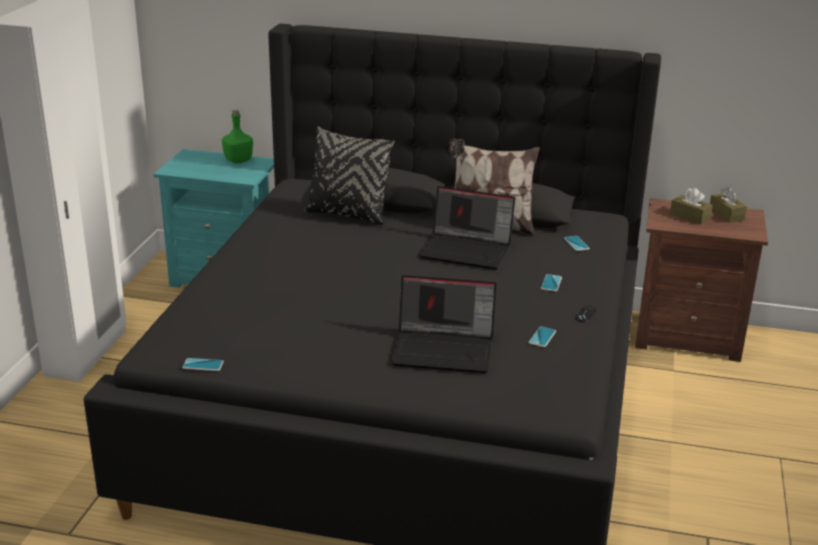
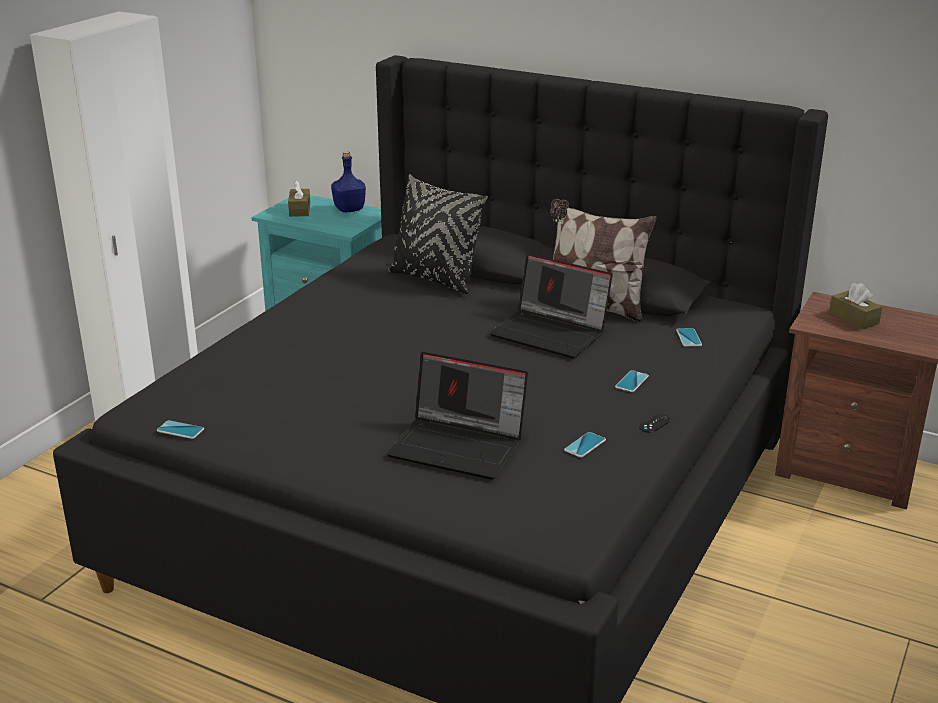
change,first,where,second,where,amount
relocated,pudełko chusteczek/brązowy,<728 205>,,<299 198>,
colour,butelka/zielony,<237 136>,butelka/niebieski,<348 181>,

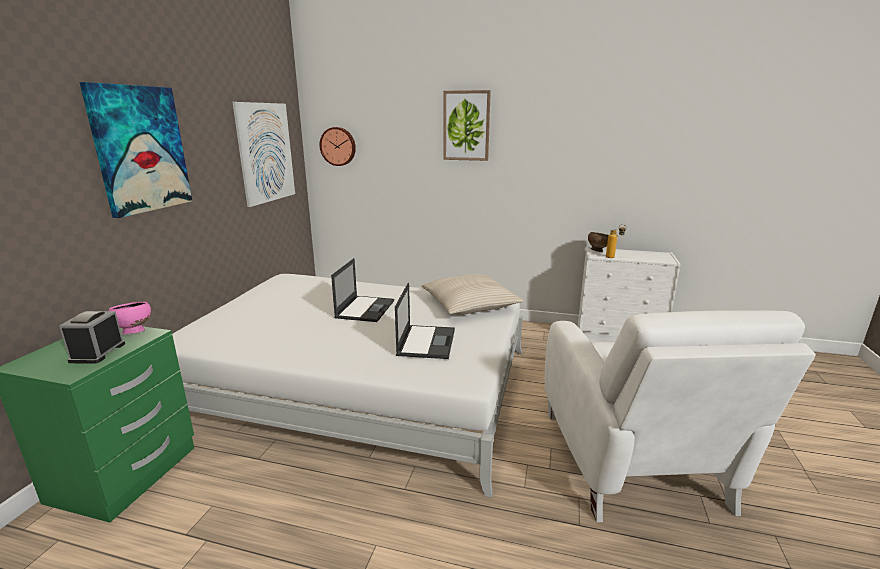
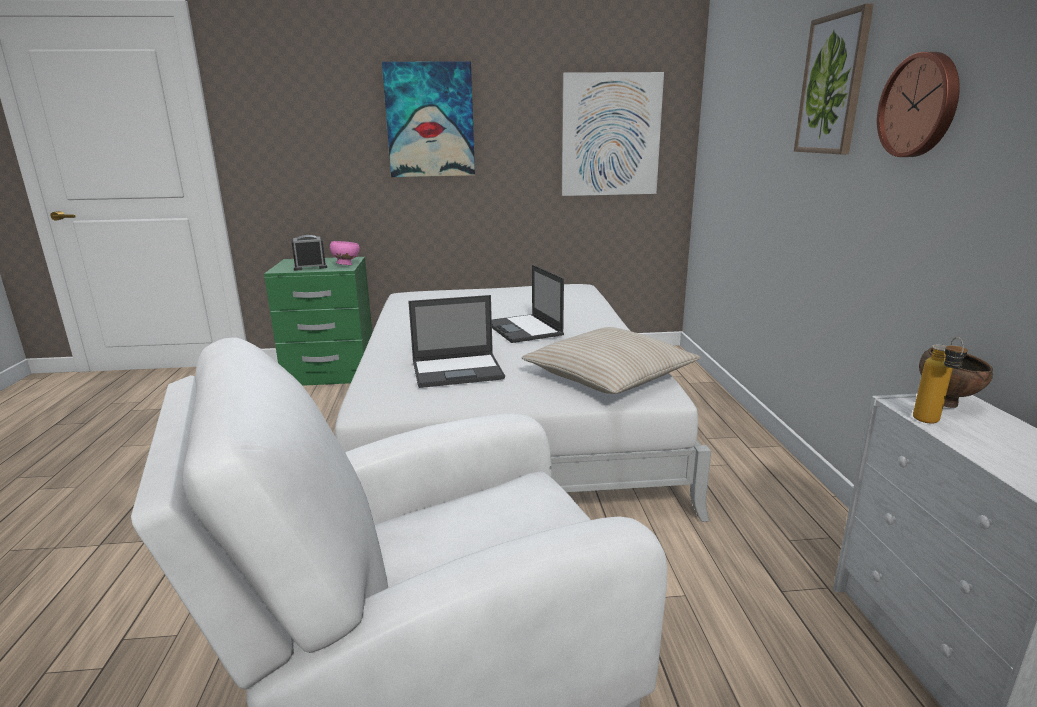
change,first,where,second,where,amount
spun,laptop,<362 290>,,<528 304>,75 degrees clockwise
relocated,zegar ścienny,<338 146>,,<918 104>,

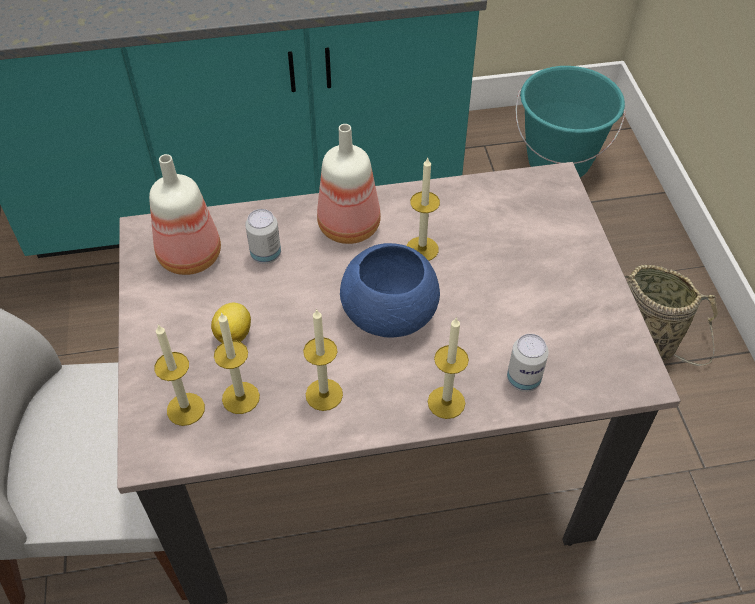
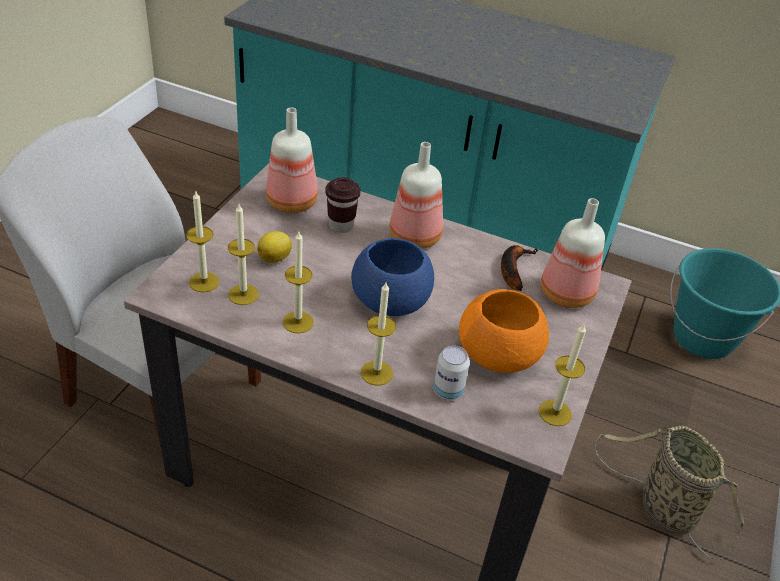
change,first,where,second,where,amount
exchanged,puszka,<263 236>,filiżanka/brązowy,<343 205>,
appeared,,,miska/pomarańczowy,<504 331>,
appeared,,,banan,<519 268>,
relocated,świeca,<423 209>,,<562 374>,
appeared,,,butelka,<573 253>,

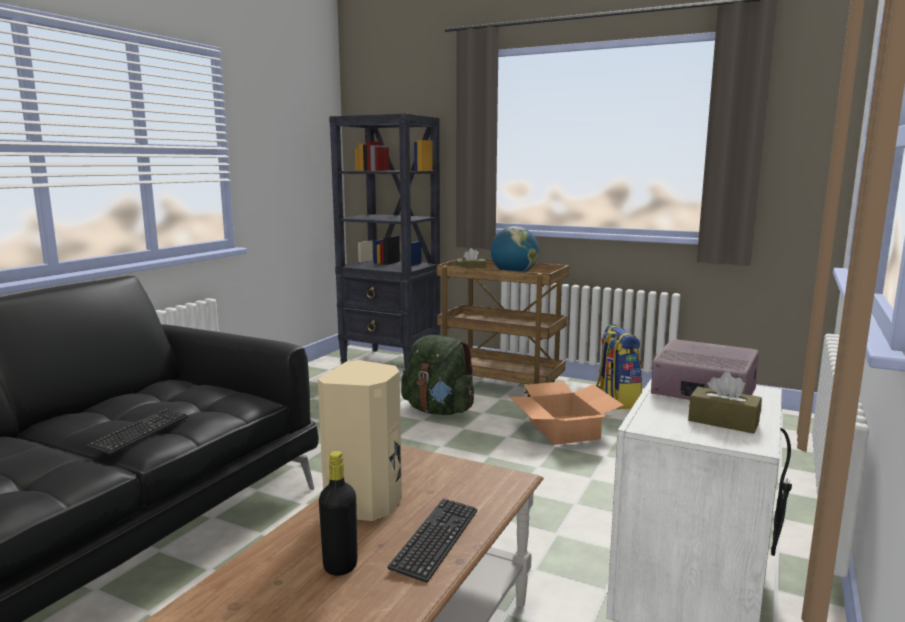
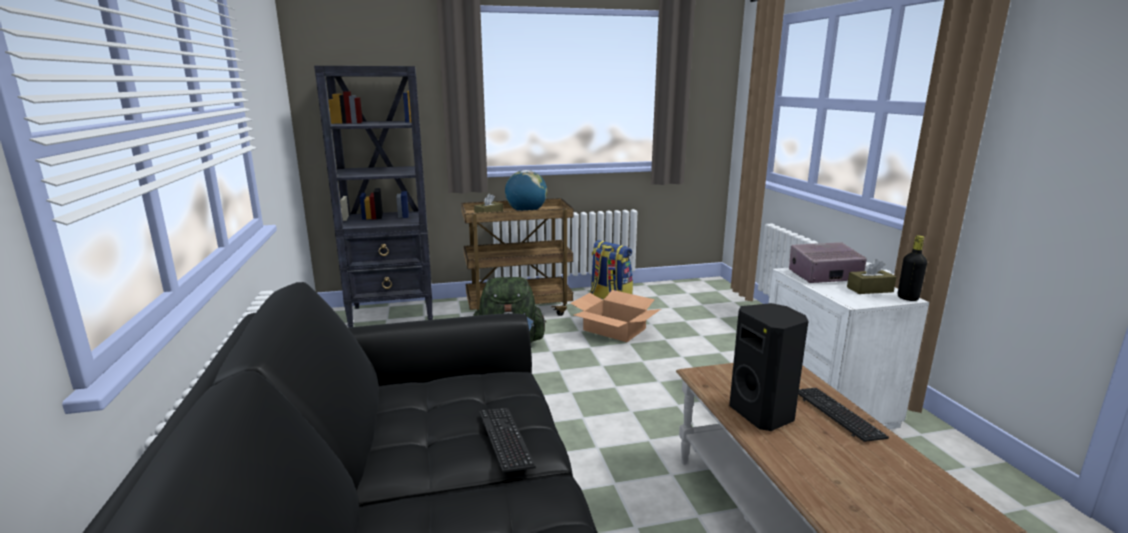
change,first,where,second,where,amount
colour,głośnik/beżowy,<360 440>,głośnik/czarny,<768 367>,
relocated,butelka/czarny,<338 513>,,<912 268>,

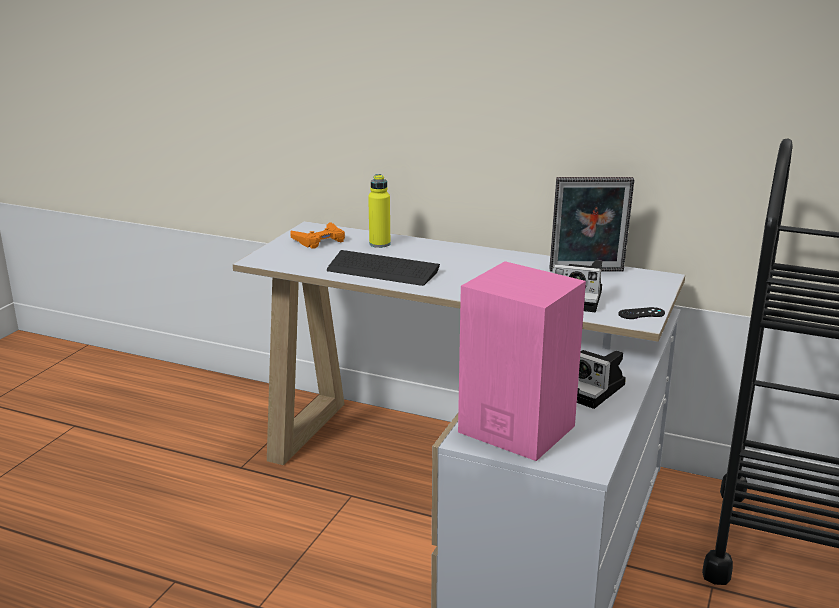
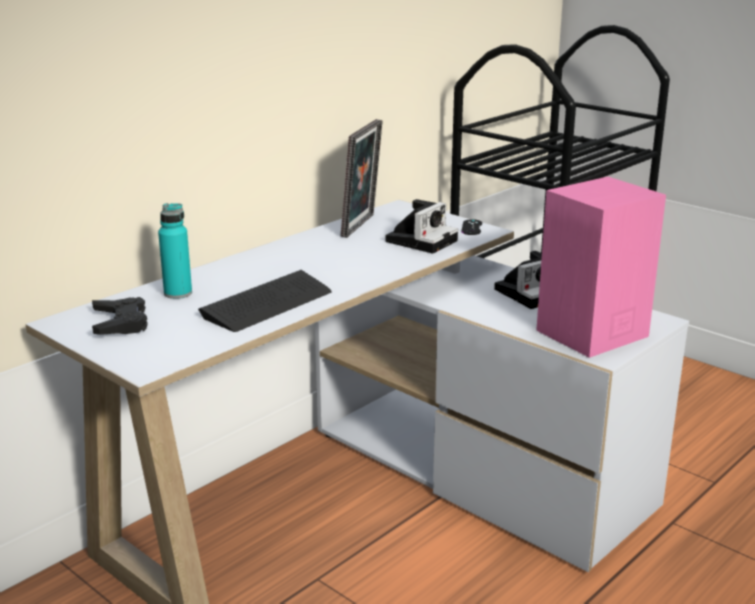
change,first,where,second,where,amount
colour,pad do gier/pomarańczowy,<317 235>,pad do gier/czarny,<120 316>,
colour,butelka/żółty,<379 211>,butelka/turkusowy,<175 251>,

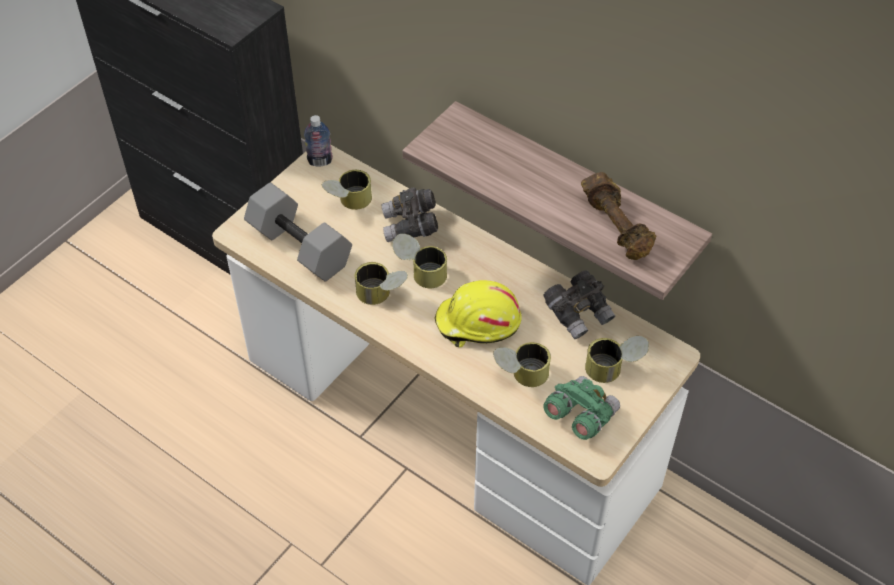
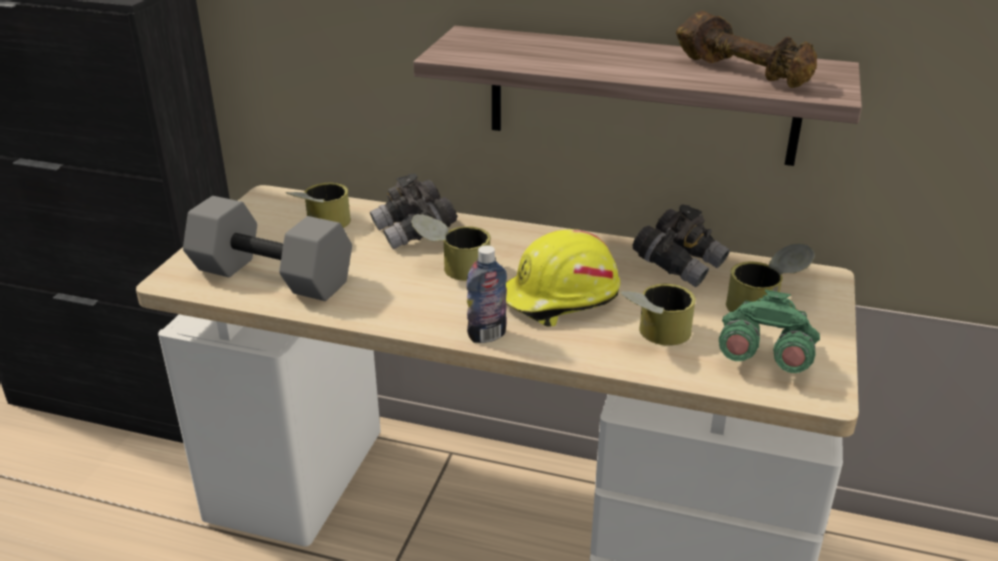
change,first,where,second,where,amount
relocated,butelka,<318 141>,,<486 294>,
missing,puszka,<381 283>,,,

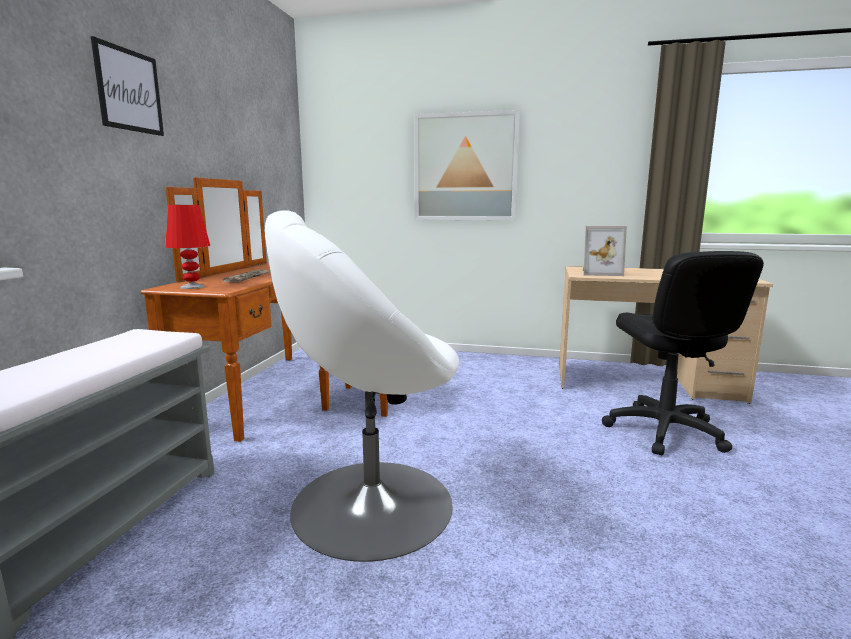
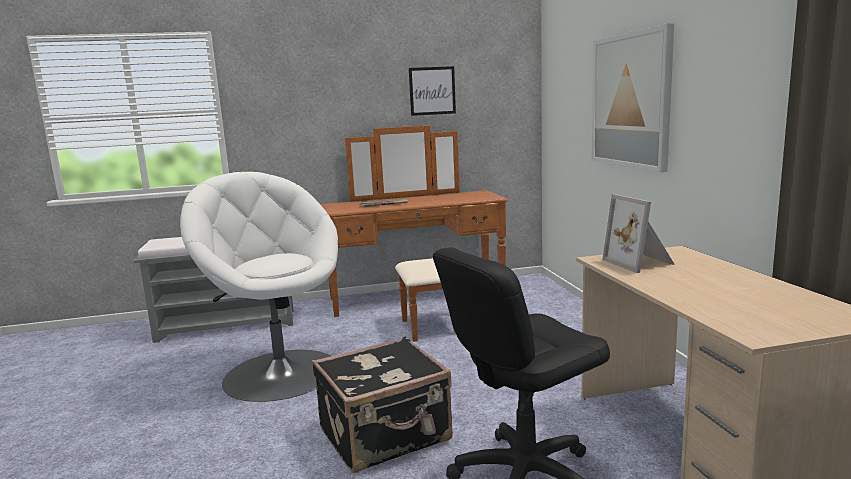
change,first,where,second,where,amount
appeared,,,walizka/czarny,<382 405>,
relocated,obraz,<127 86>,,<432 91>,
missing,lampa stołowa/czerwony,<187 247>,,,

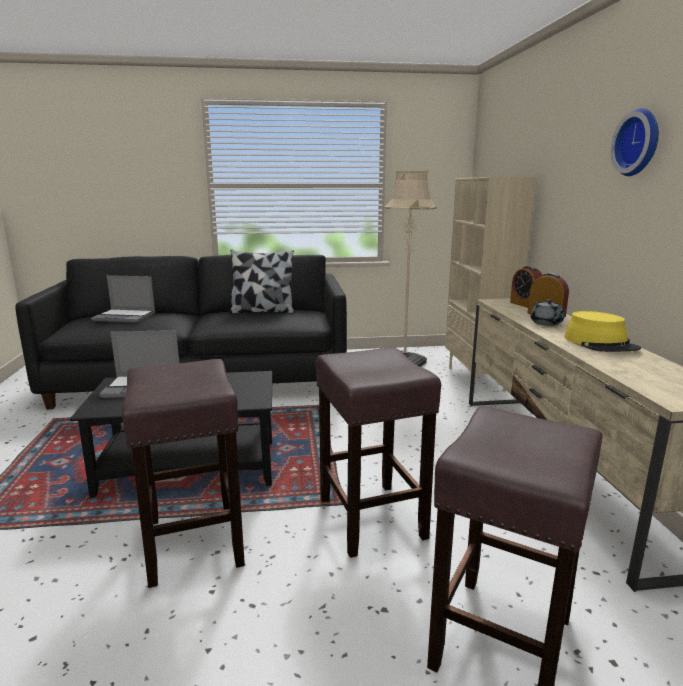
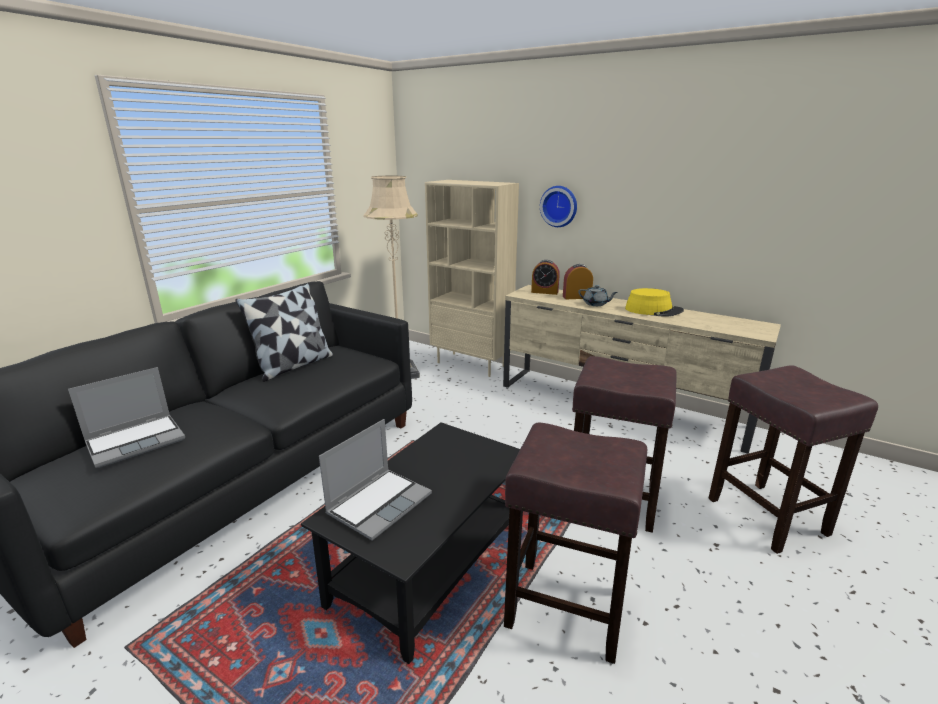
change,first,where,second,where,amount
relocated,zegar ścienny,<635 142>,,<558 206>,

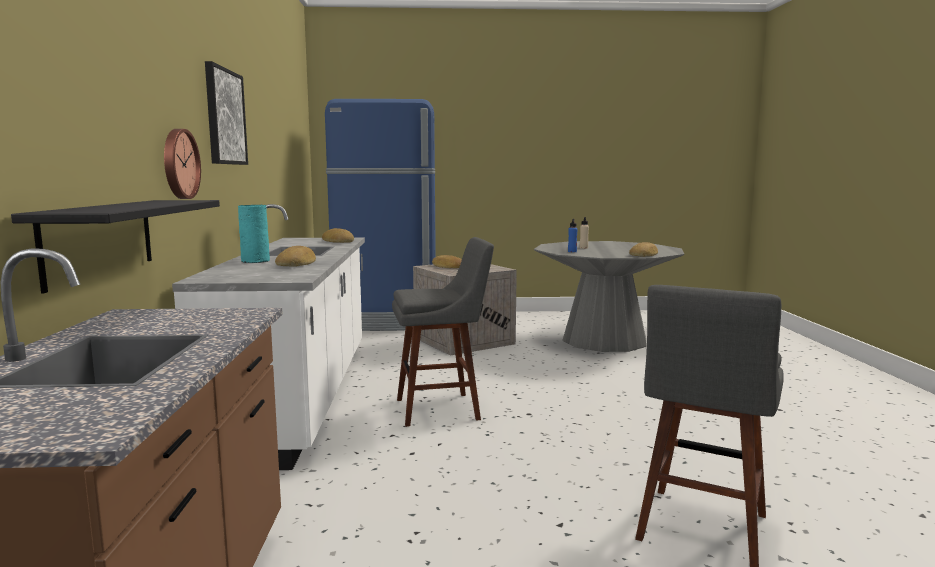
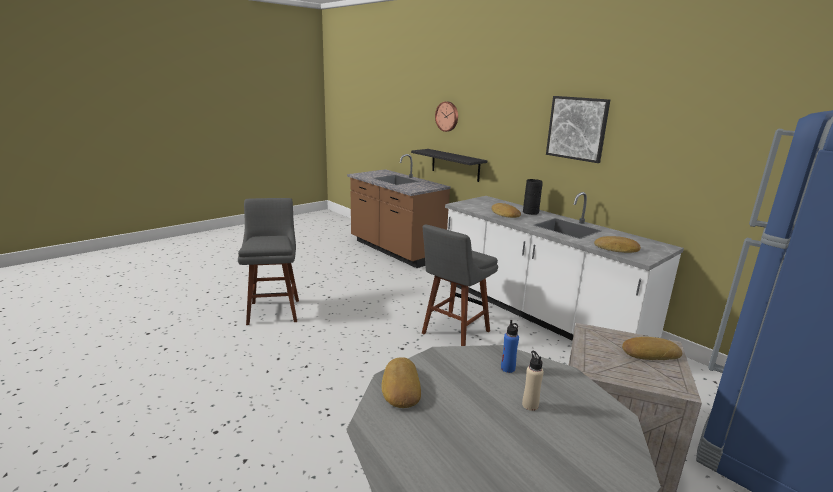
change,first,where,second,where,amount
relocated,zegar ścienny,<182 164>,,<446 117>,
colour,wazon/turkusowy,<254 234>,wazon/czarny,<533 197>,

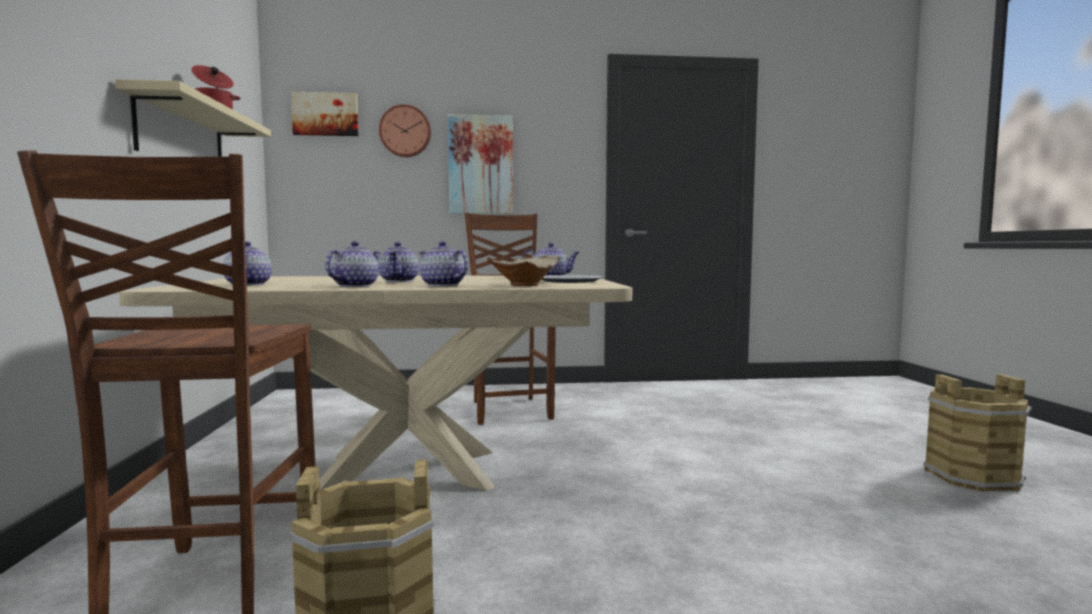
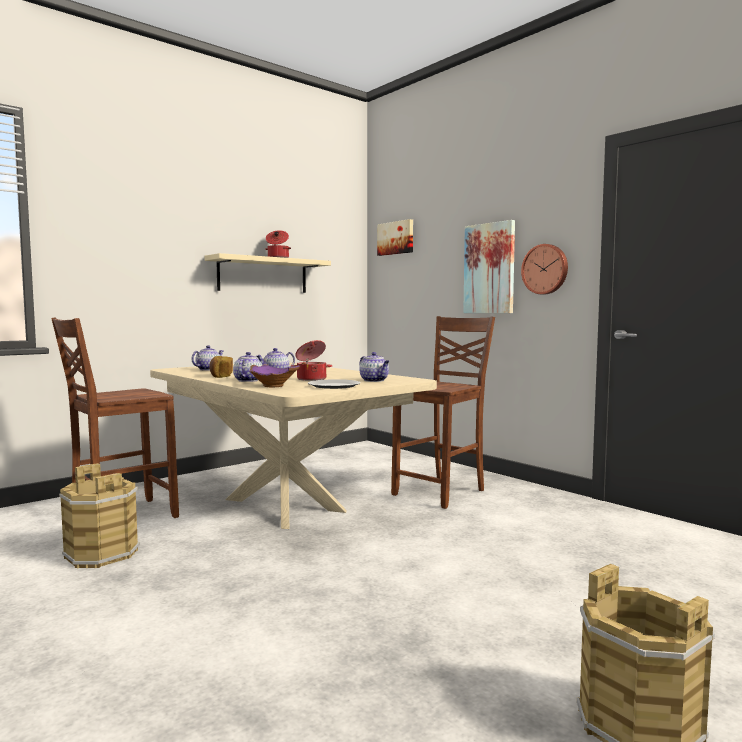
change,first,where,second,where,amount
exchanged,imbryk,<353 264>,chleb,<221 367>,
colour,miska/beżowy,<523 271>,miska/fioletowy,<275 375>,
appeared,,,garnek,<311 360>,
relocated,zegar ścienny,<405 130>,,<544 269>,

